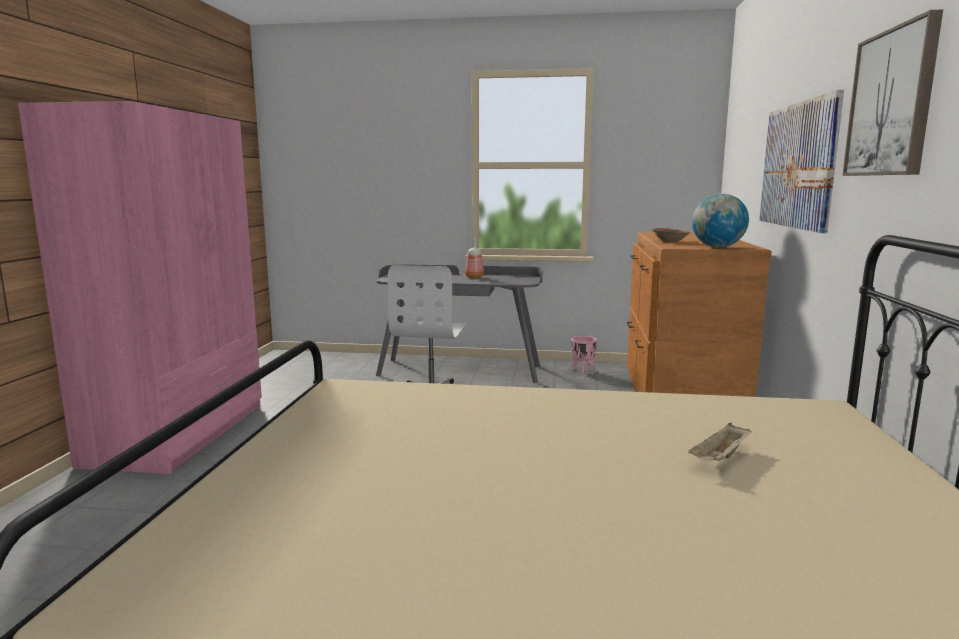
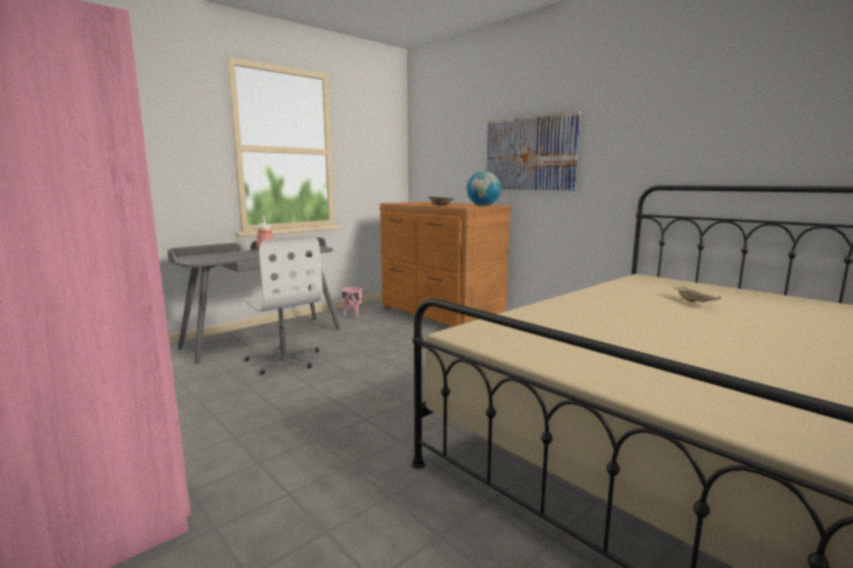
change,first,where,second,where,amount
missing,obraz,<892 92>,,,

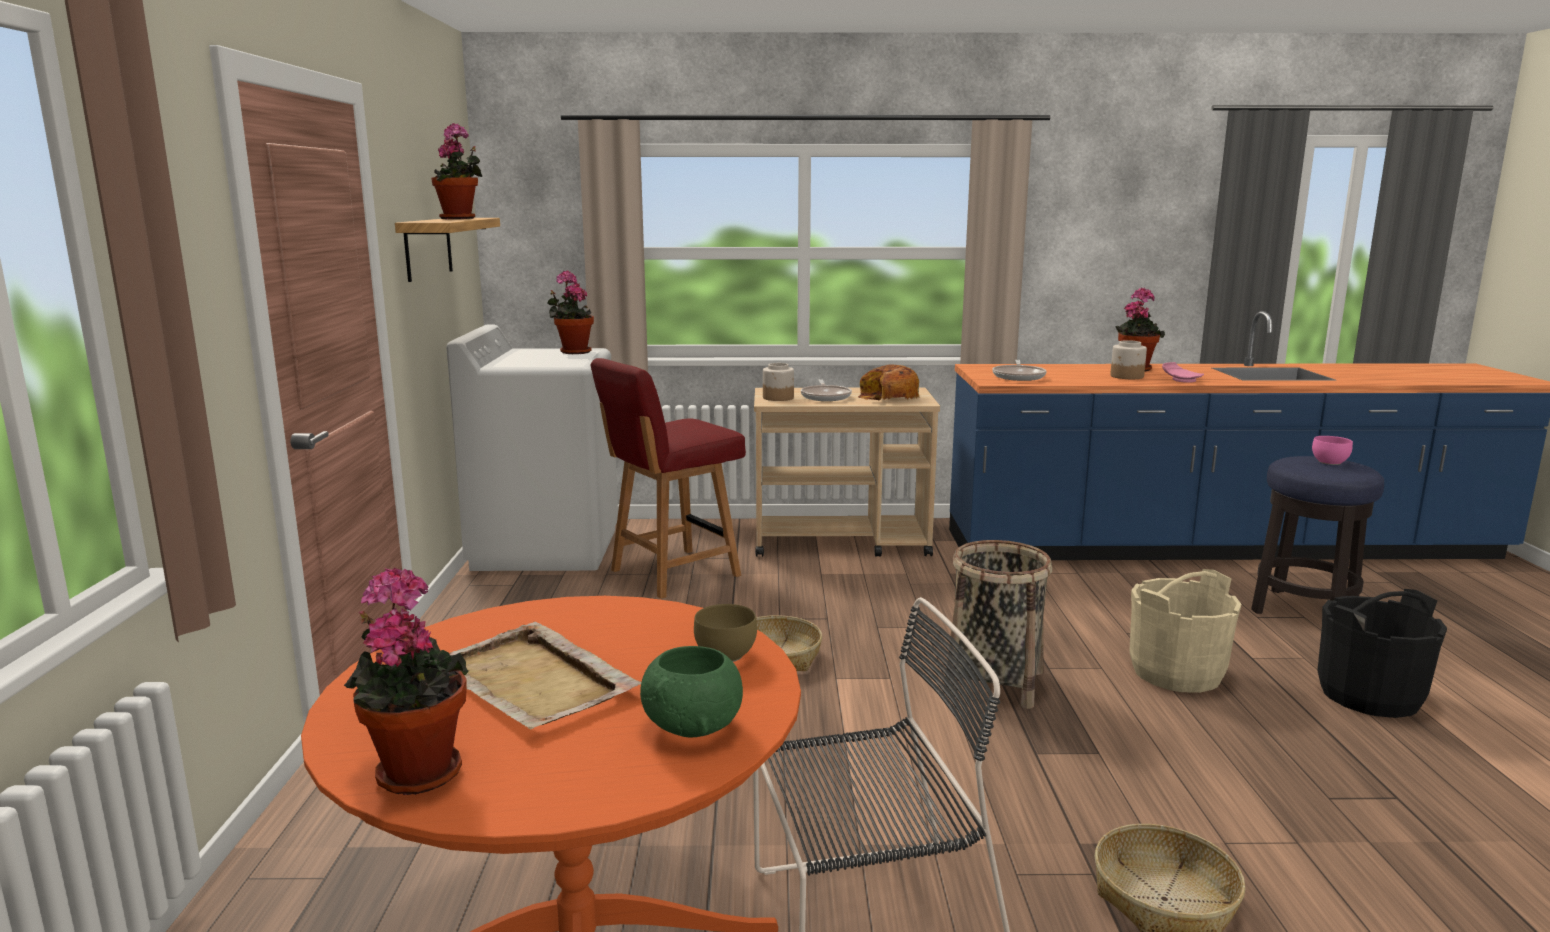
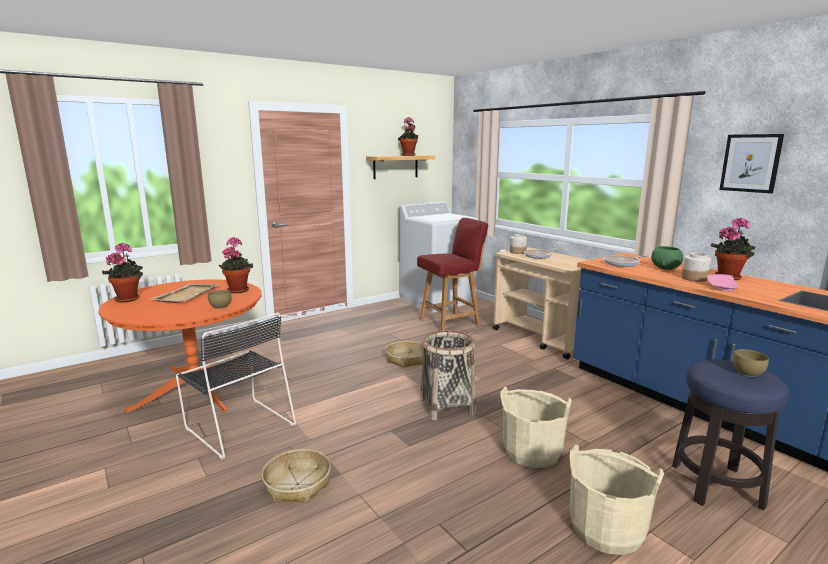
change,first,where,second,where,amount
relocated,roślina doniczkowa,<570 312>,,<235 265>,
spun,krzesło/czerwony,<668 478>,,<452 274>,135 degrees clockwise
colour,wiadro/czarny,<1382 653>,wiadro/beżowy,<617 500>,
relocated,miska/zielony,<691 692>,,<667 258>,
appeared,,,obraz,<751 163>,
colour,miska/różowy,<1332 450>,miska/brązowy,<750 363>,
missing,chleb,<888 382>,,,

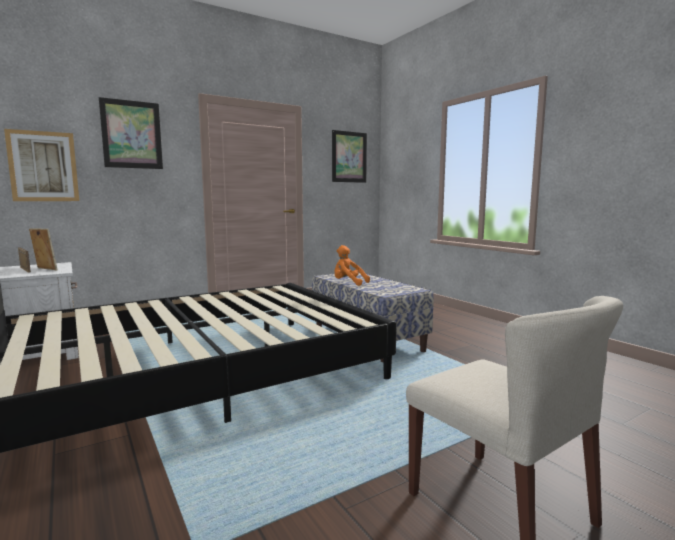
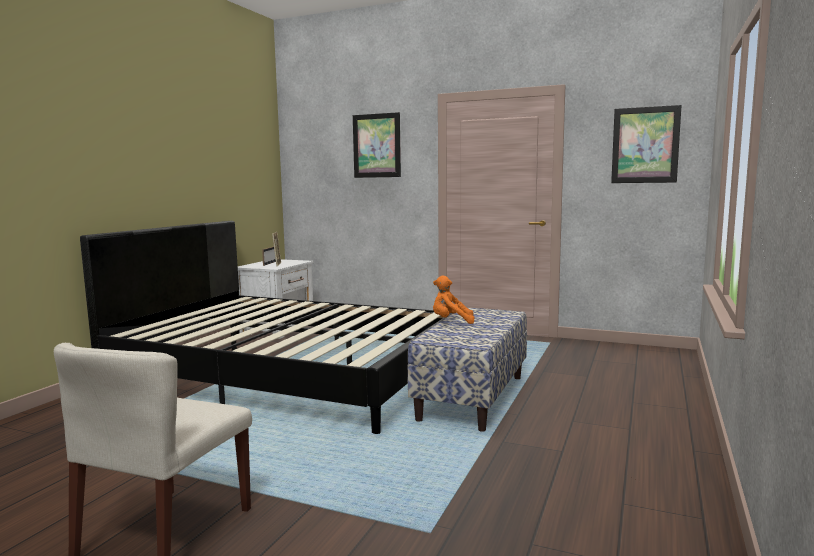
change,first,where,second,where,amount
spun,pluszak/pomarańczowy,<352 265>,,<454 299>,75 degrees counterclockwise
missing,obraz,<41 165>,,,

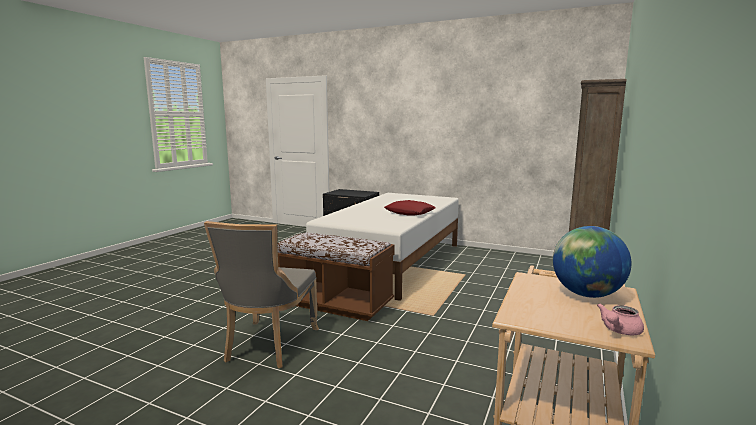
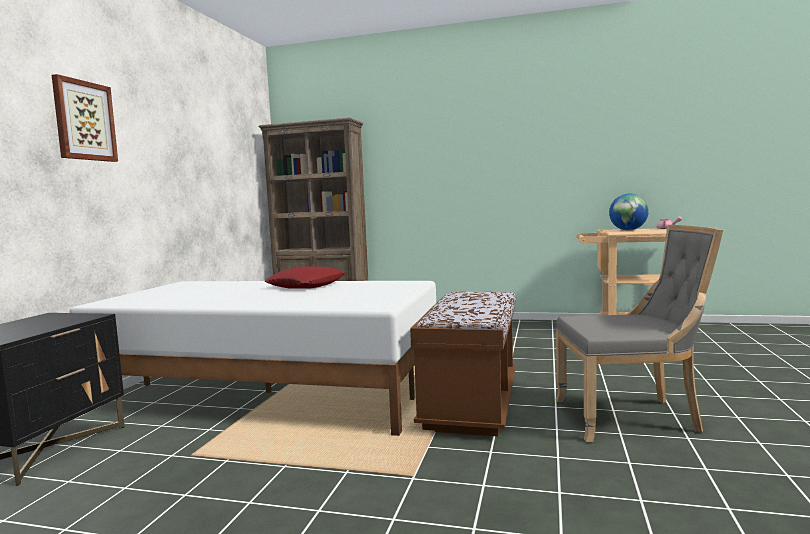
change,first,where,second,where,amount
appeared,,,obraz,<85 118>,

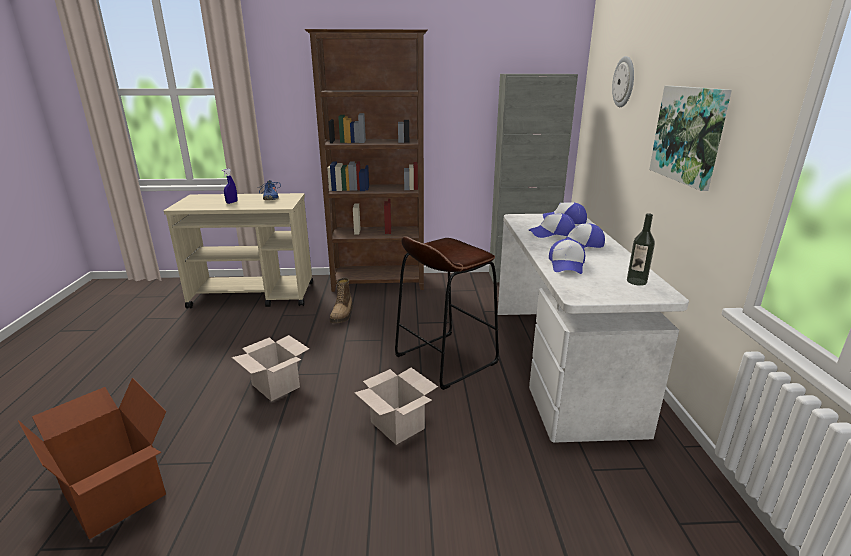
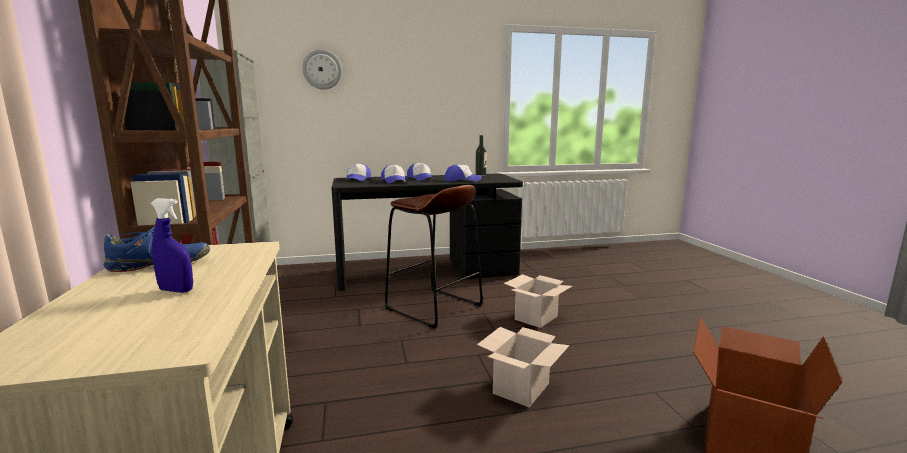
change,first,where,second,where,amount
colour,biurko/biały,<593 328>,biurko/czarny,<427 232>,
missing,but z cholewką,<341 300>,,,
missing,obraz,<690 138>,,,

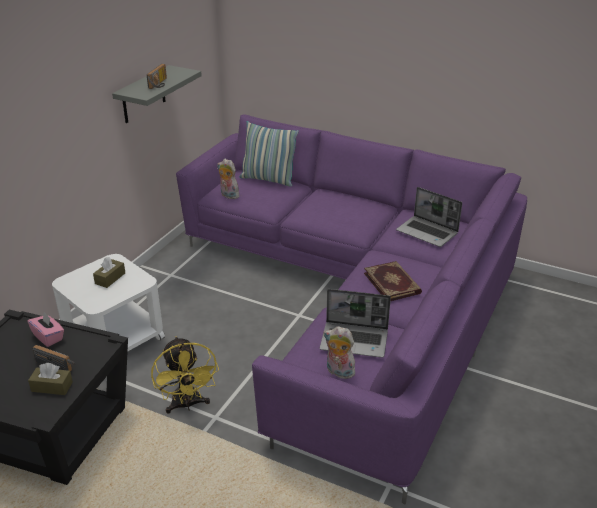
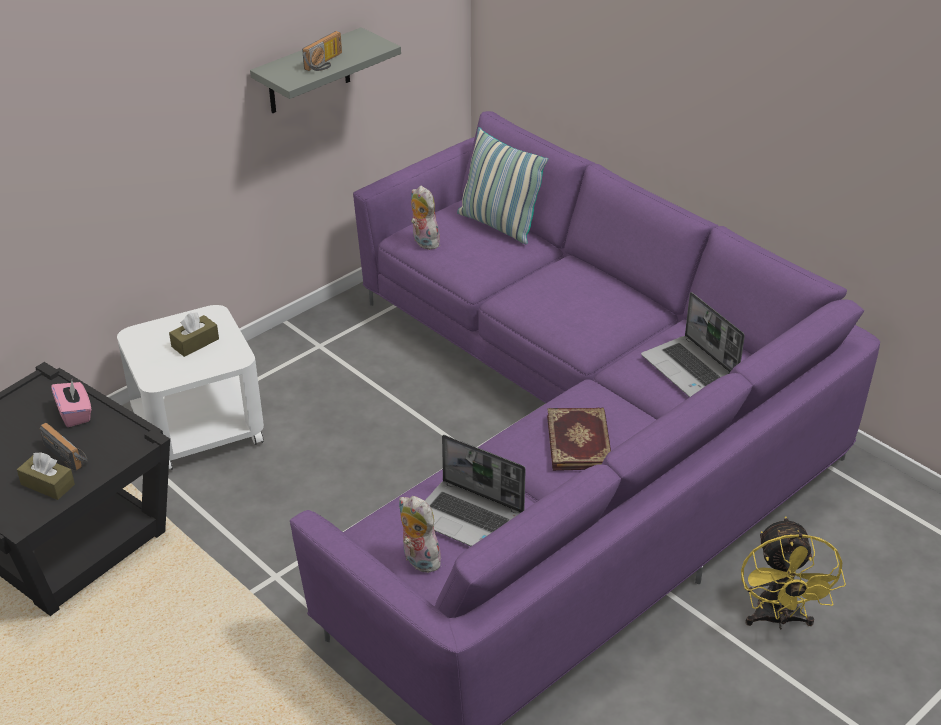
change,first,where,second,where,amount
relocated,wentylator/żółty,<185 375>,,<793 573>,

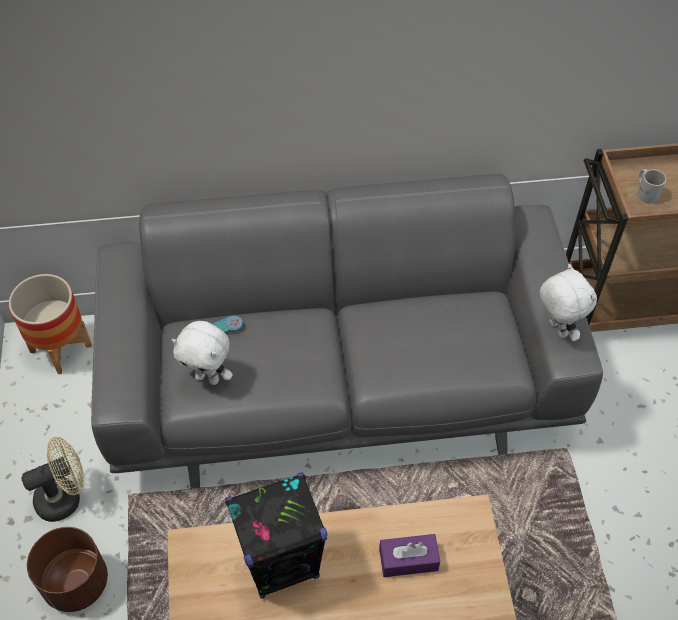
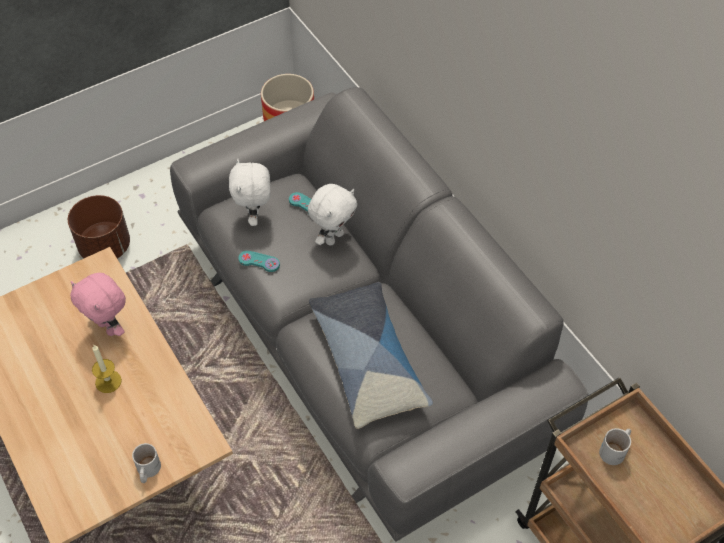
change,first,where,second,where,amount
exchanged,głośnik/czarny,<276 535>,pluszak/różowy,<98 304>,
appeared,,,świeca,<107 369>,
appeared,,,kubek/biały,<146 463>,
appeared,,,pad do gier/turkusowy,<259 261>,
relocated,pluszak/biały,<568 302>,,<332 215>,
appeared,,,poduszka,<371 355>,
missing,wentylator/beżowy,<52 479>,,,
missing,pudełko chusteczek/fioletowy,<409 555>,,,

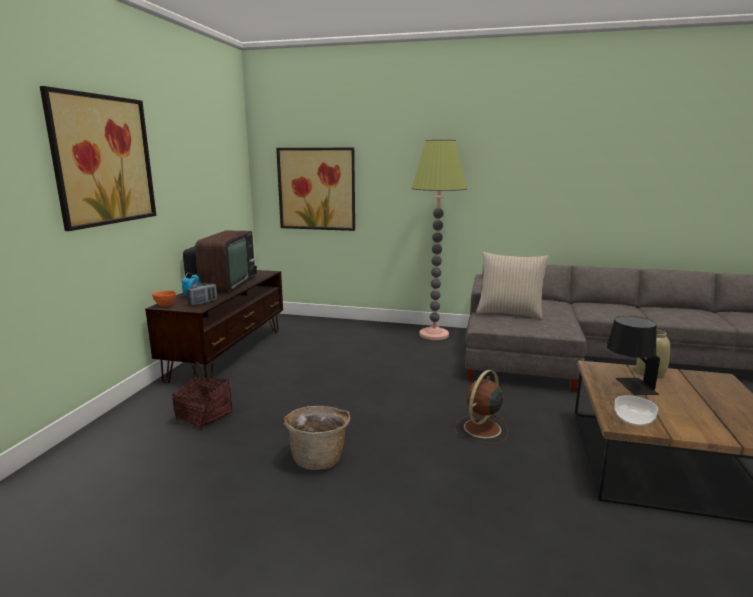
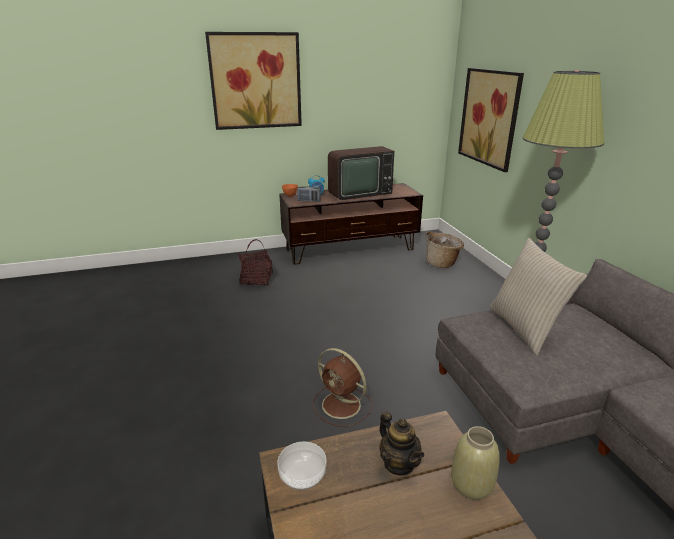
change,first,where,second,where,amount
spun,wentylator/brązowy,<481 407>,,<342 387>,150 degrees counterclockwise
exchanged,lampa stołowa/czarny,<633 355>,imbryk,<401 444>,
relocated,koszyk,<317 438>,,<444 250>,

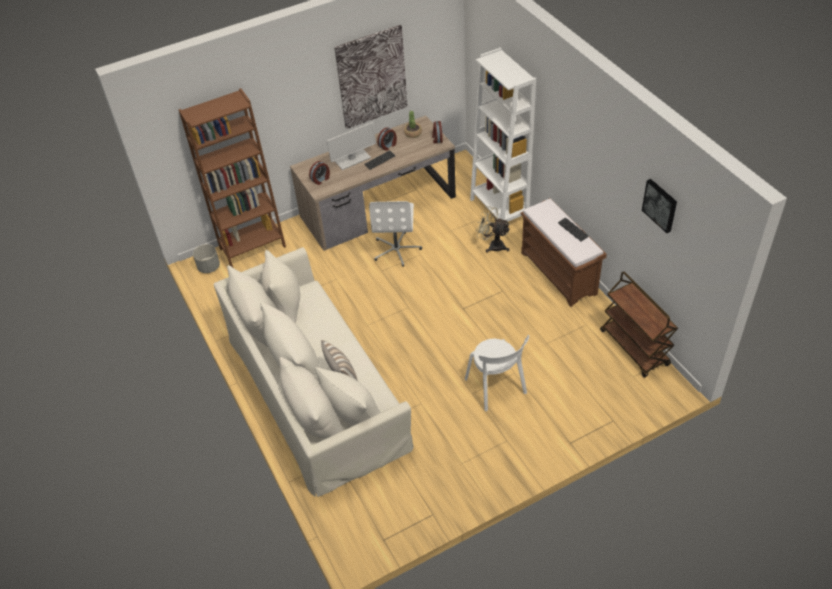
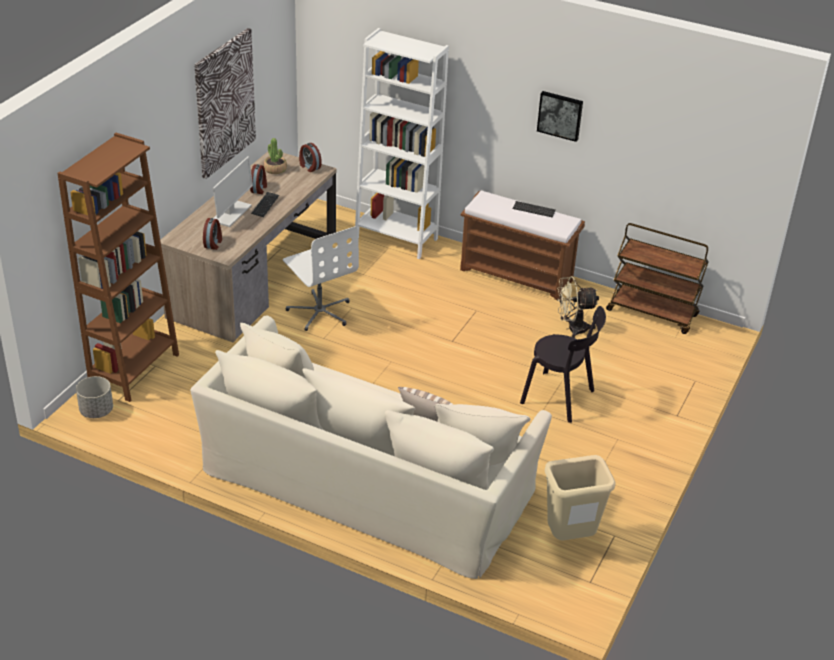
change,first,where,second,where,amount
colour,krzesło/biały,<497 373>,krzesło/czarny,<563 364>,
relocated,obraz,<659 206>,,<560 116>,
appeared,,,kosz na śmieci/beżowy,<580 497>,
relocated,wentylator/beżowy,<493 229>,,<578 307>,

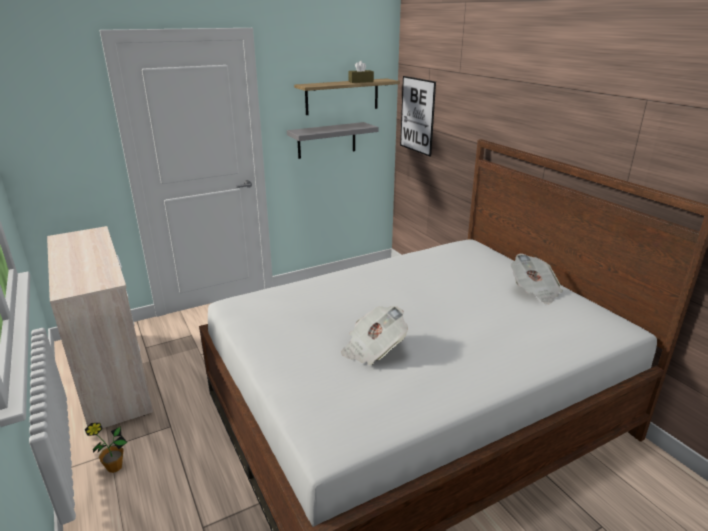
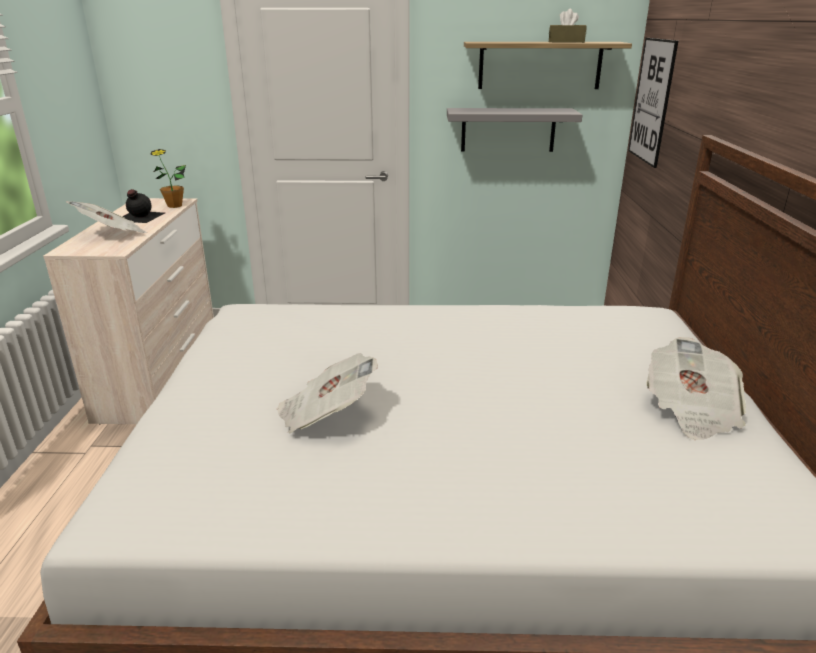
change,first,where,second,where,amount
appeared,,,gazeta,<106 217>,
appeared,,,butelka/czarny,<143 206>,
relocated,roślina doniczkowa,<106 448>,,<168 178>,

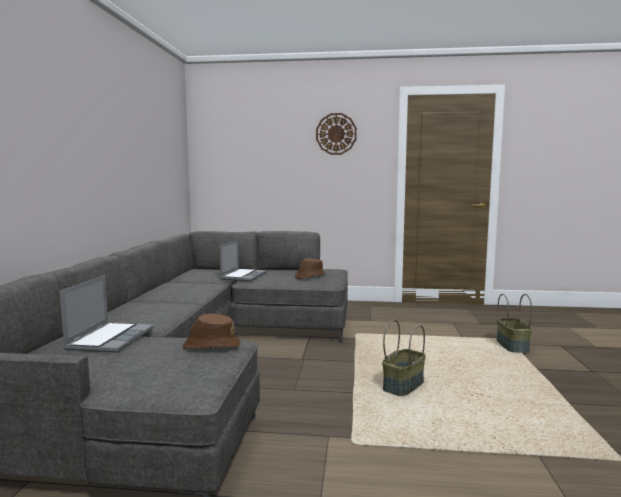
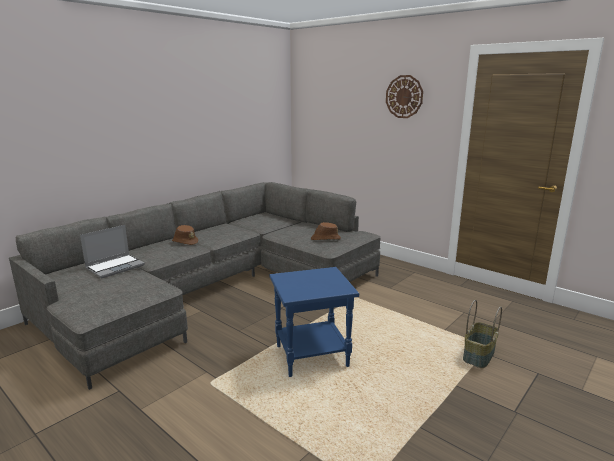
change,first,where,second,where,amount
relocated,kapelusz/brązowy,<211 331>,,<185 235>,
exchanged,koszyk,<404 357>,stolik/niebieski,<314 322>,
missing,laptop,<243 260>,,,

